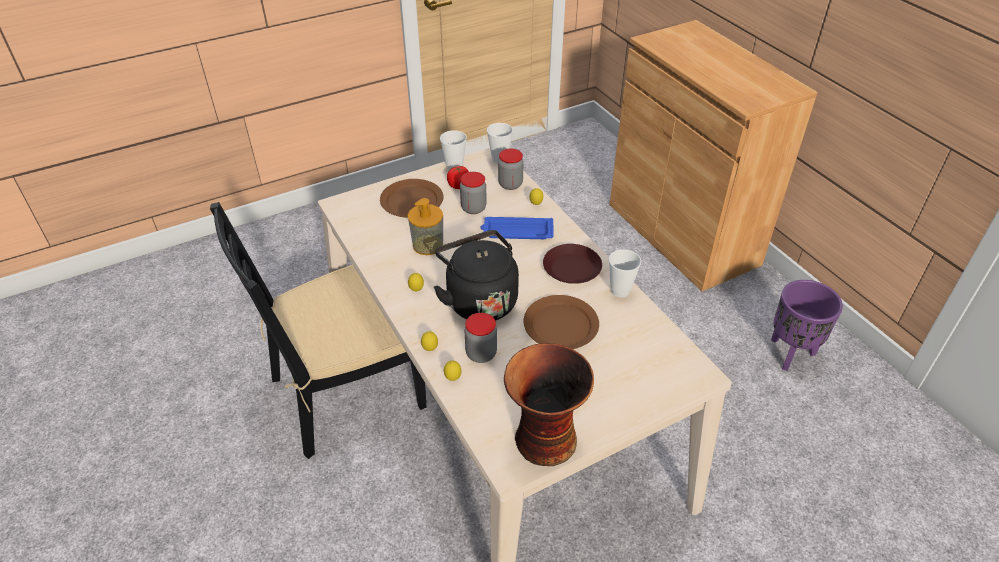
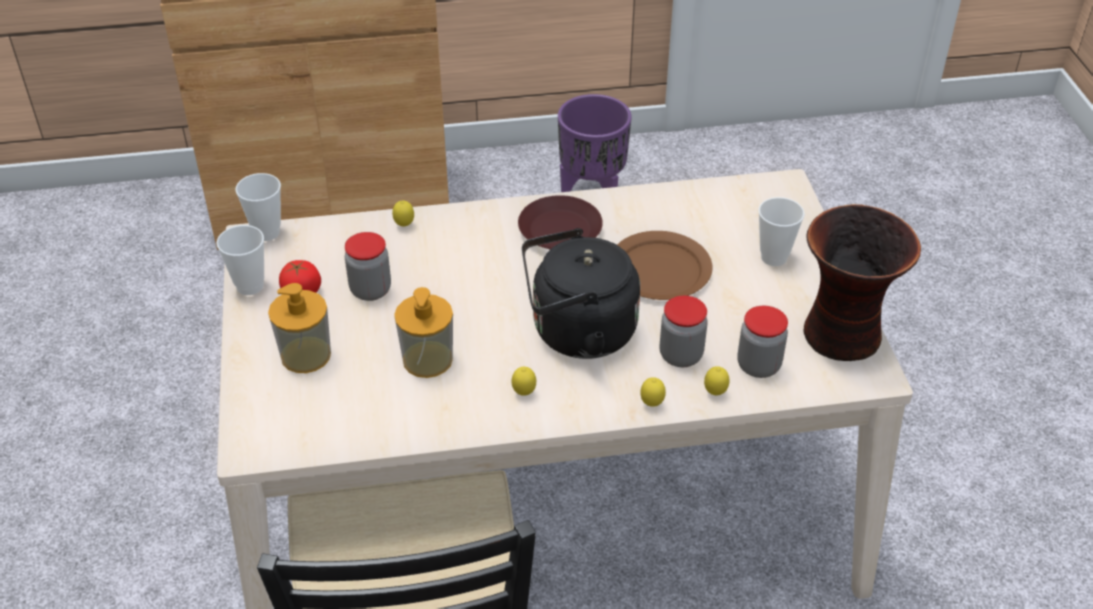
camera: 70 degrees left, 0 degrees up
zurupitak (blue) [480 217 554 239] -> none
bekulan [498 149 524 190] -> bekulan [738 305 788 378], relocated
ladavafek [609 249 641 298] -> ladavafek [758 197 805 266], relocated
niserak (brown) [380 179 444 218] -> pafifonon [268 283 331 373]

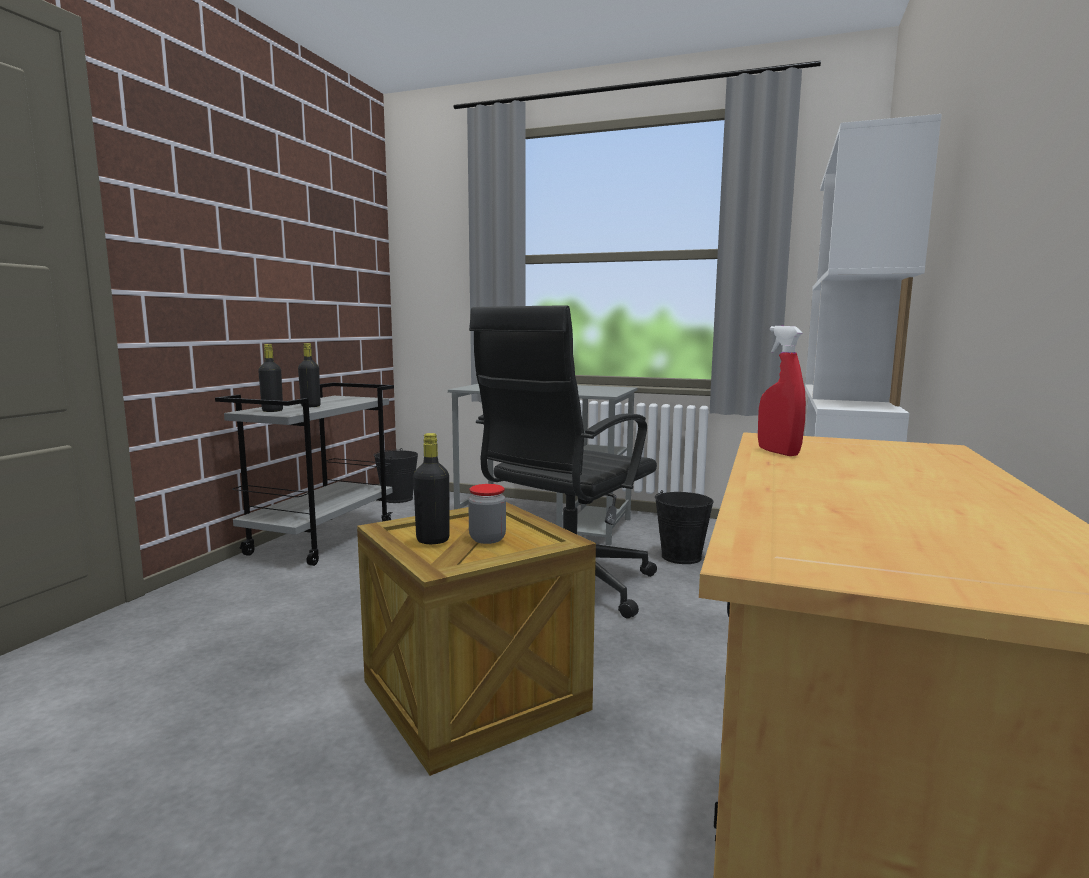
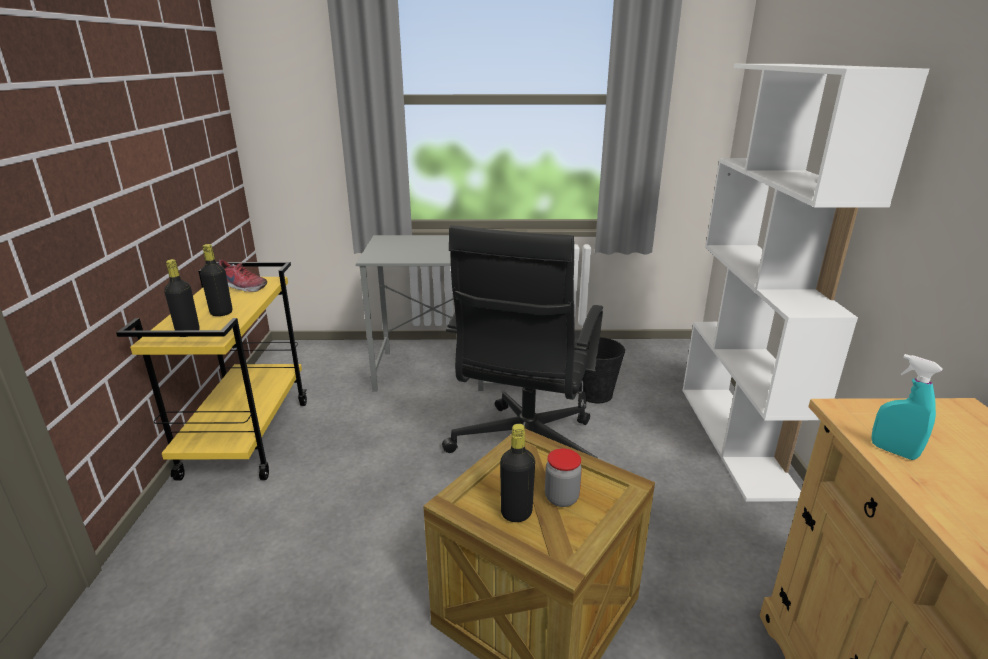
camera: 20 degrees left, 15 degrees up
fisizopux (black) [374 448 418 503] -> none
none -> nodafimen [218 259 267 292]
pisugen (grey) [215 383 394 566] -> pisugen (yellow) [116 262 307 481]
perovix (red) [758 326 806 456] -> perovix (turquoise) [871 354 943 460]

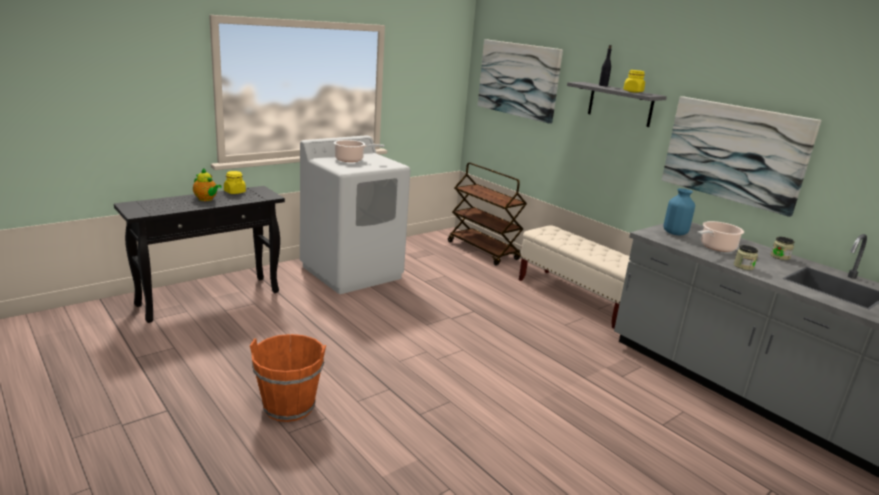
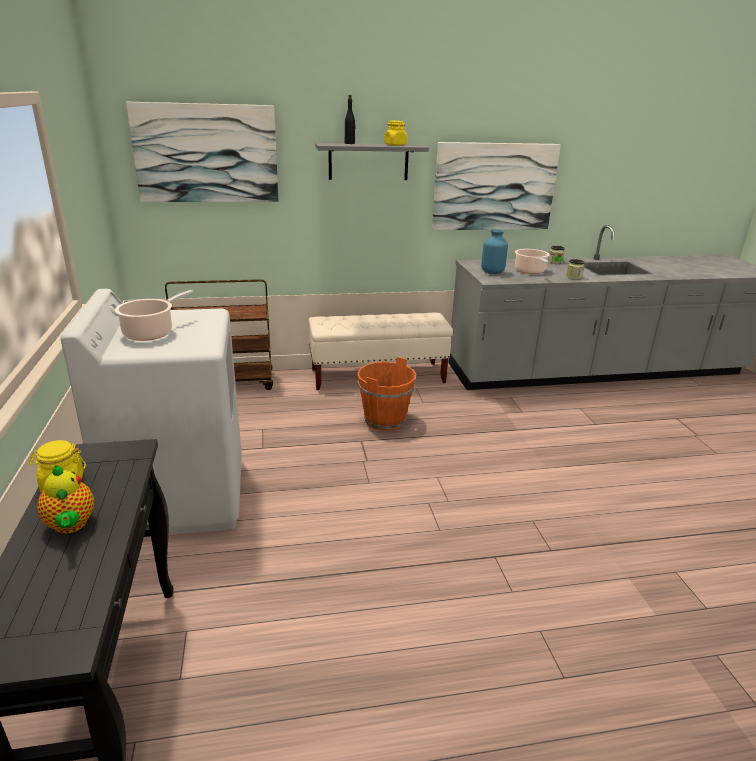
camera: 60 degrees left, 5 degrees up
fisizopux (orange) [250 334 326 422] -> fisizopux (orange) [357 357 416 431], relocated
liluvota [193 168 222 201] -> liluvota [37 465 94 534], 90 degrees clockwise

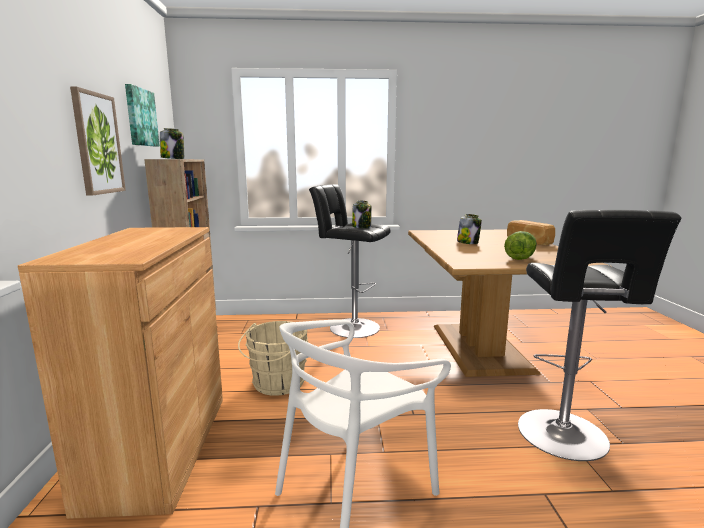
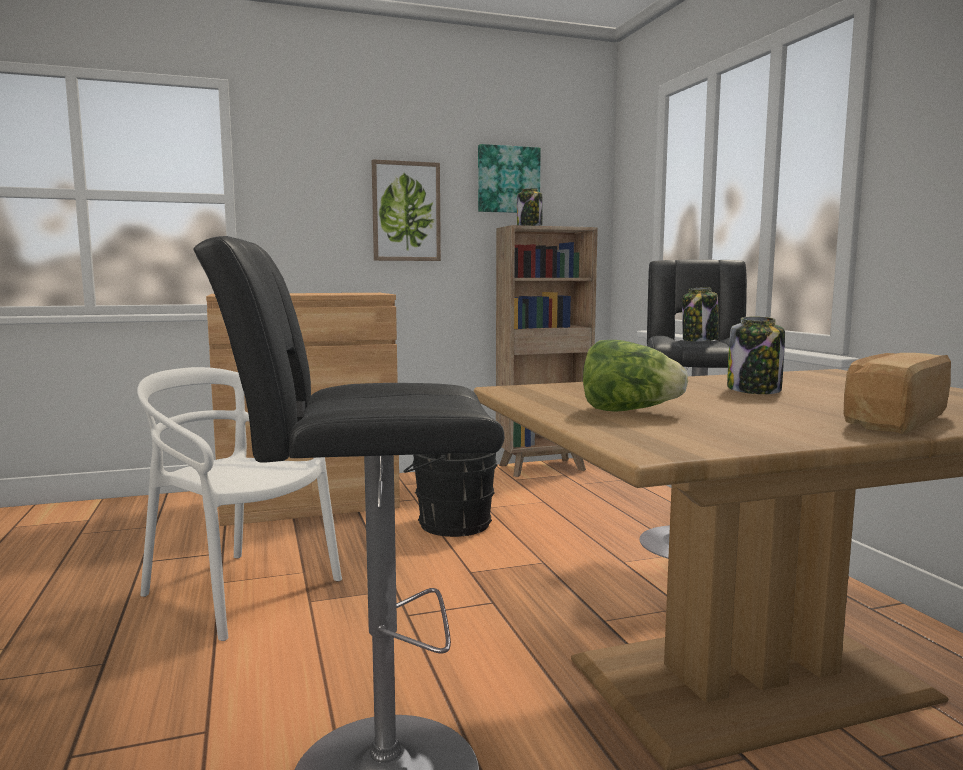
camera: 75 degrees right, 5 degrees down
fisizopux (beige) [238 321 308 396] -> fisizopux (black) [404 453 497 537]

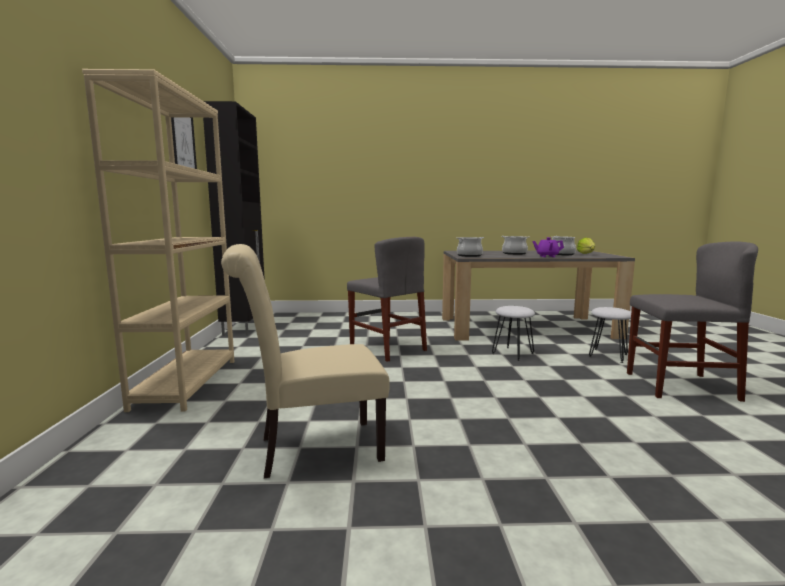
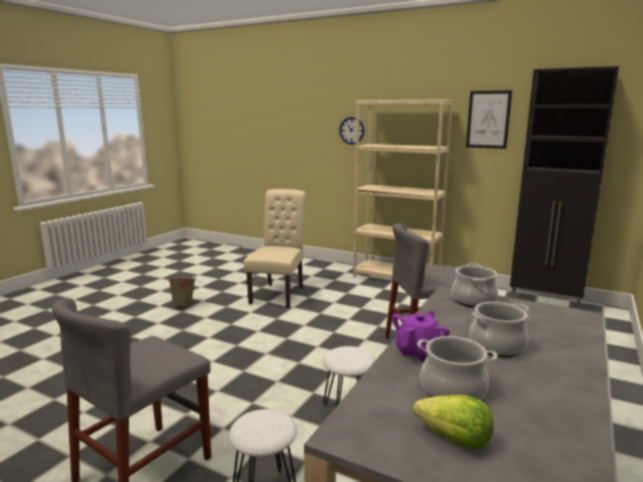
camera: 120 degrees right, 5 degrees up
none -> fisizopux (green) [168 278 196 305]
none -> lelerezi [339 117 364 145]

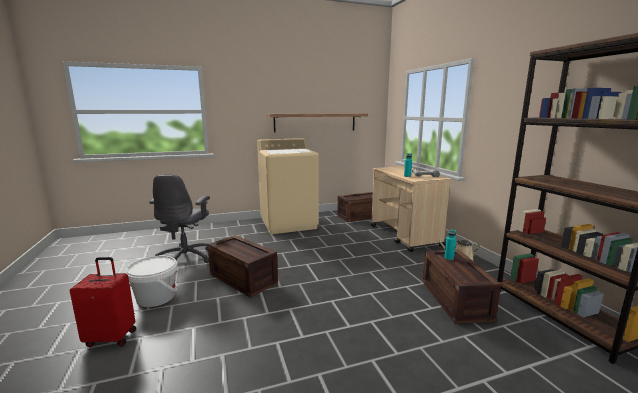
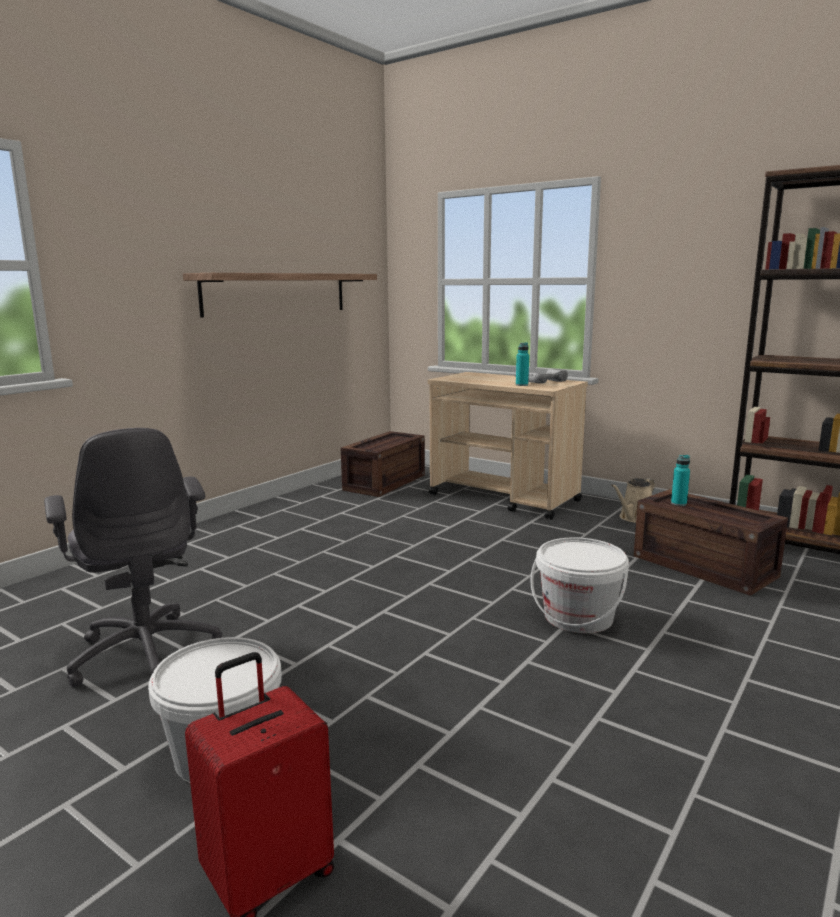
camera: 35 degrees left, 0 degrees up
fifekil [208 235 278 298] -> none
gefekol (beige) [257 138 319 234] -> none
none -> fisizopux (white) [530 537 629 633]

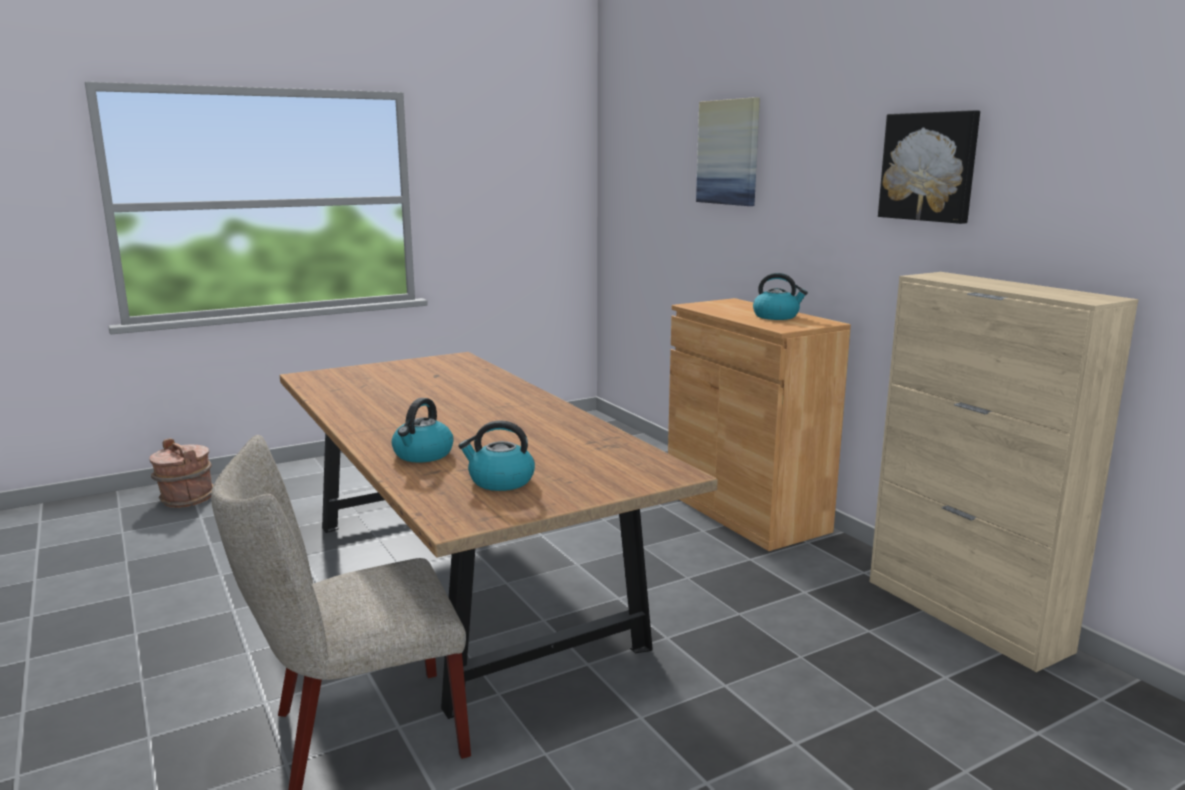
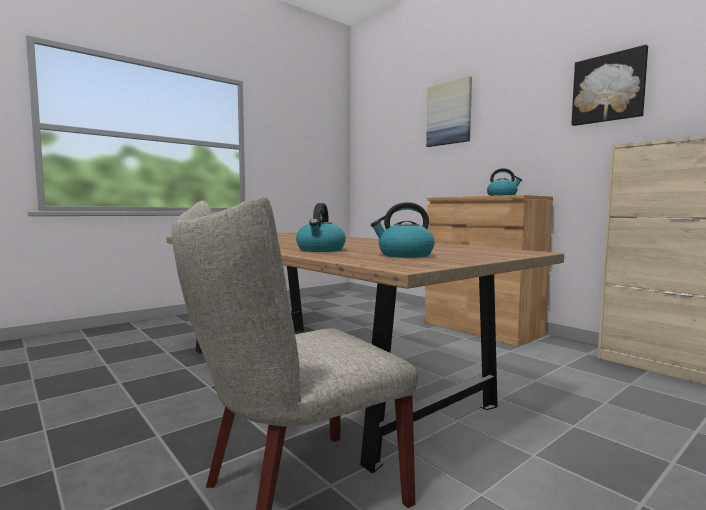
camera: 10 degrees left, 10 degrees down
fisizopux (brown) [149 438 213 508] -> none

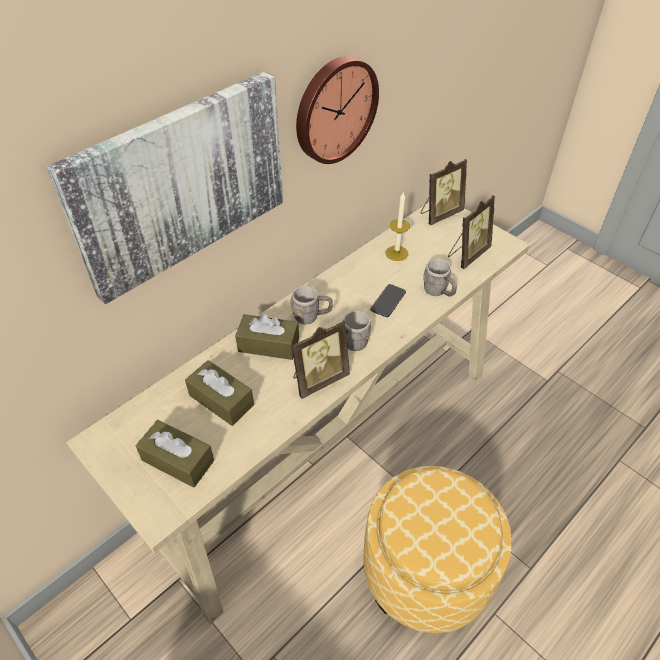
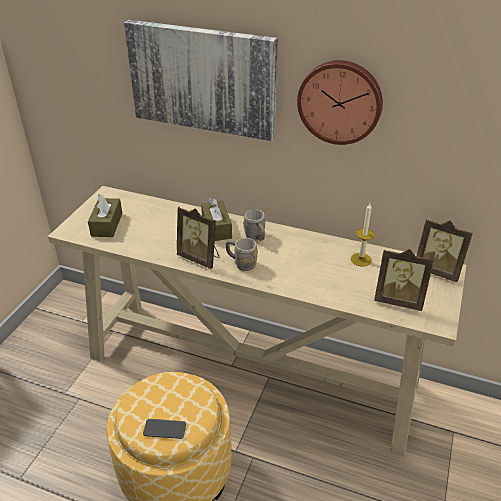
camera: 65 degrees right, 10 degrees down
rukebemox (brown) [185 360 254 426] -> none
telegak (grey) [423 258 457 297] -> none
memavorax [370 284 406 317] -> memavorax [143 419 186 439], relocated

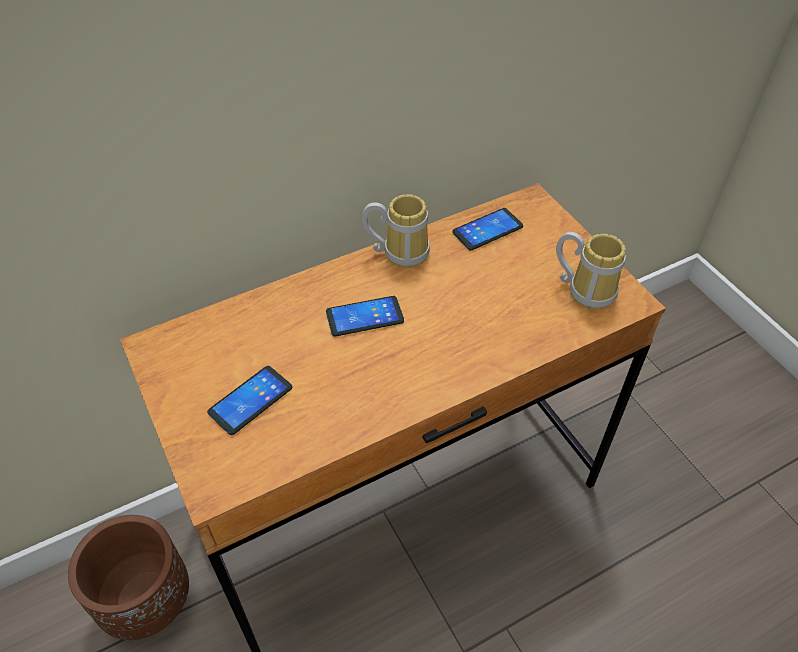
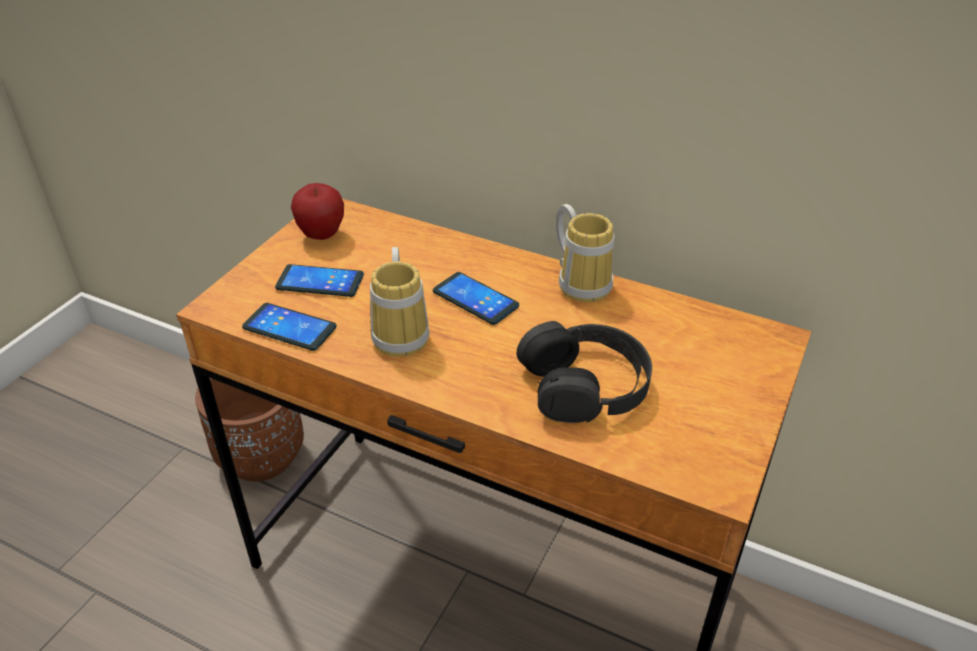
camera: 55 degrees right, 10 degrees down
none -> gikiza [291 183 344 240]
none -> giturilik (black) [517 321 652 423]
memavorax [452 208 523 251] -> memavorax [242 303 337 351], relocated
telegak [556 232 626 310] -> telegak [370 247 430 357], relocated

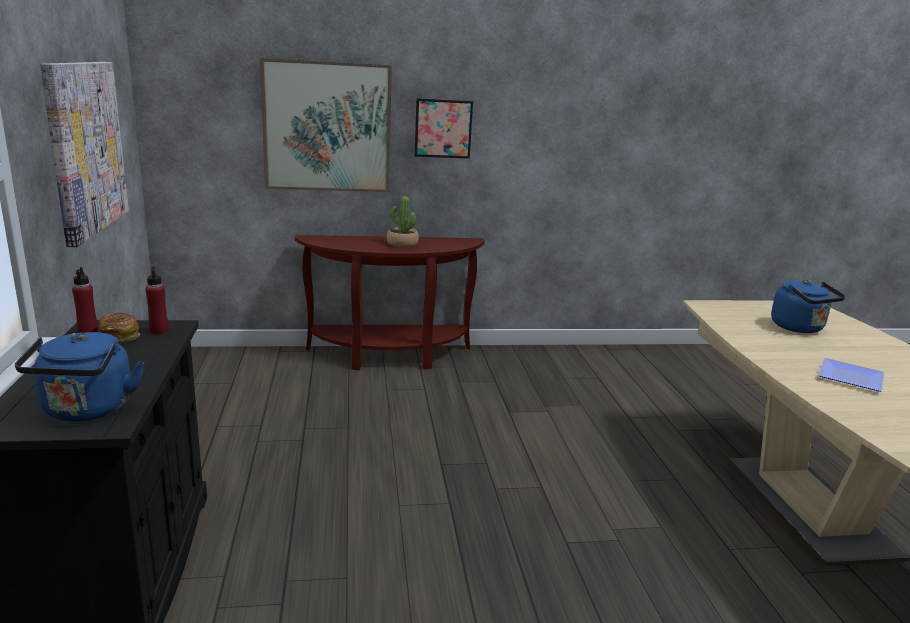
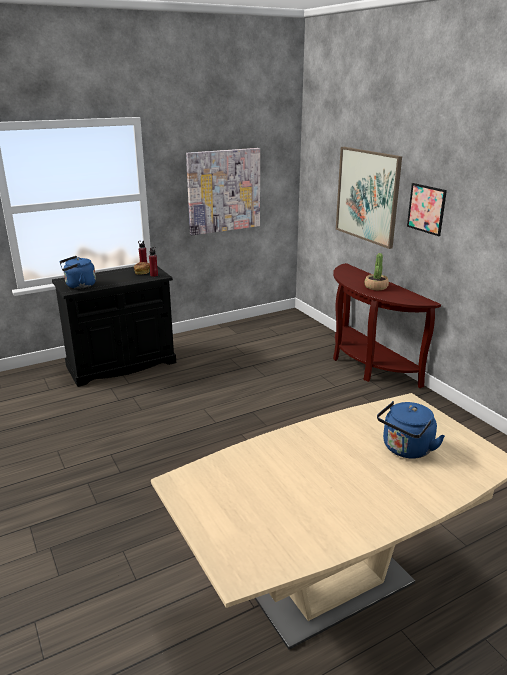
camera: 70 degrees right, 5 degrees up
niserak [818 358 884 392] -> none

